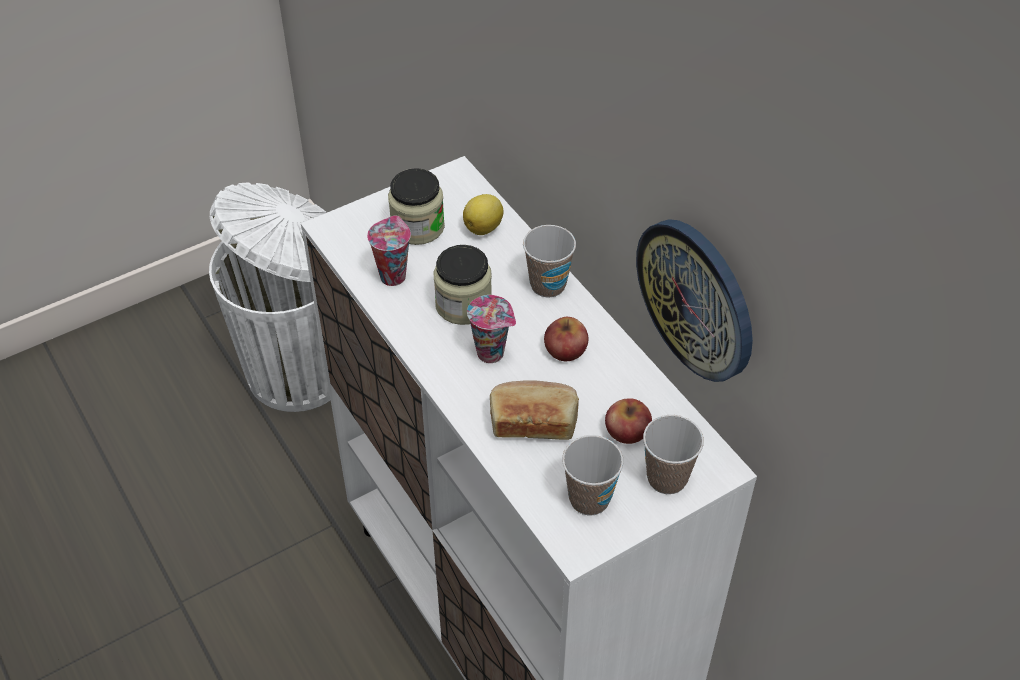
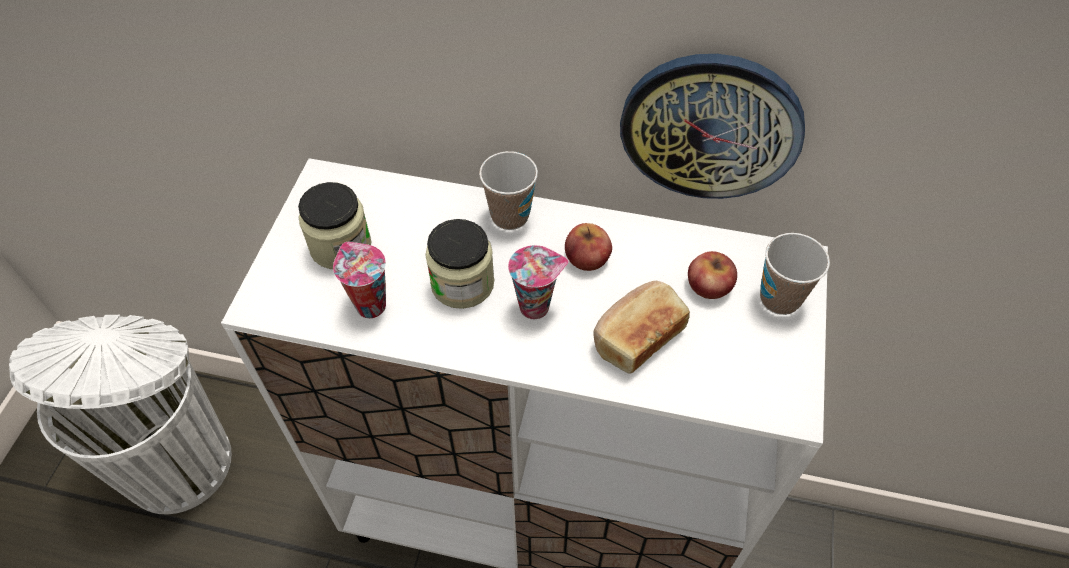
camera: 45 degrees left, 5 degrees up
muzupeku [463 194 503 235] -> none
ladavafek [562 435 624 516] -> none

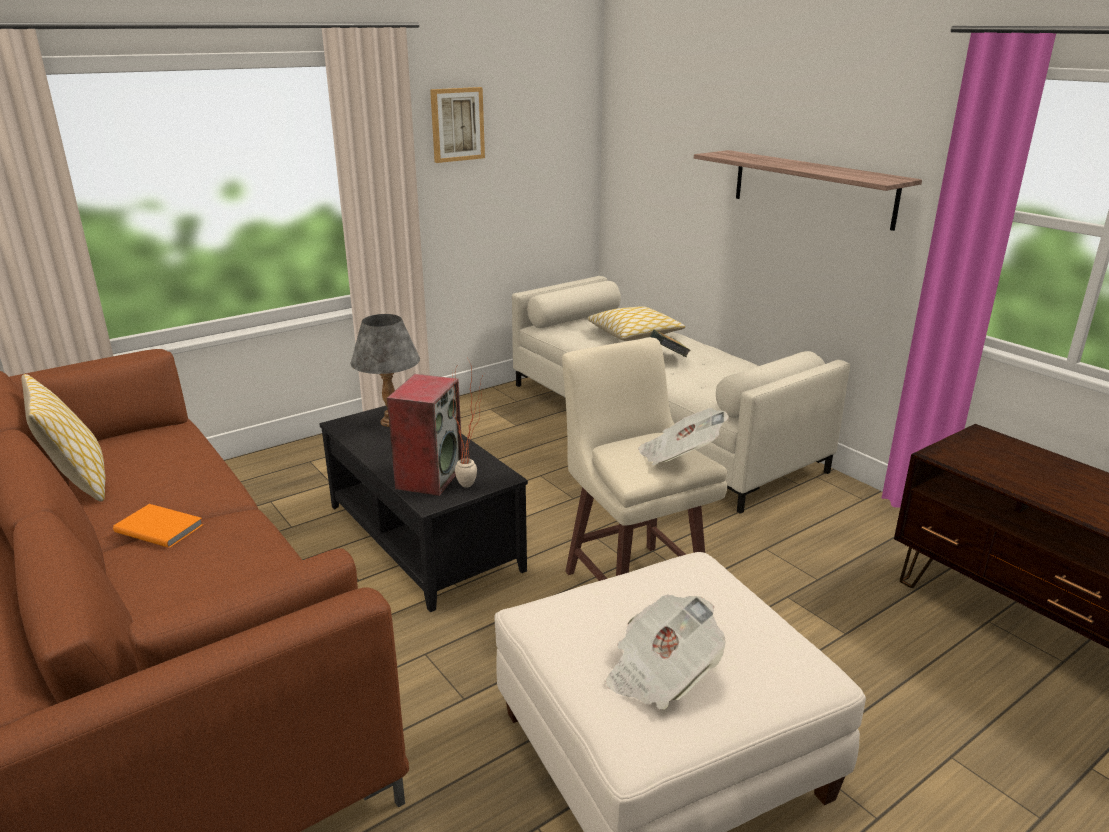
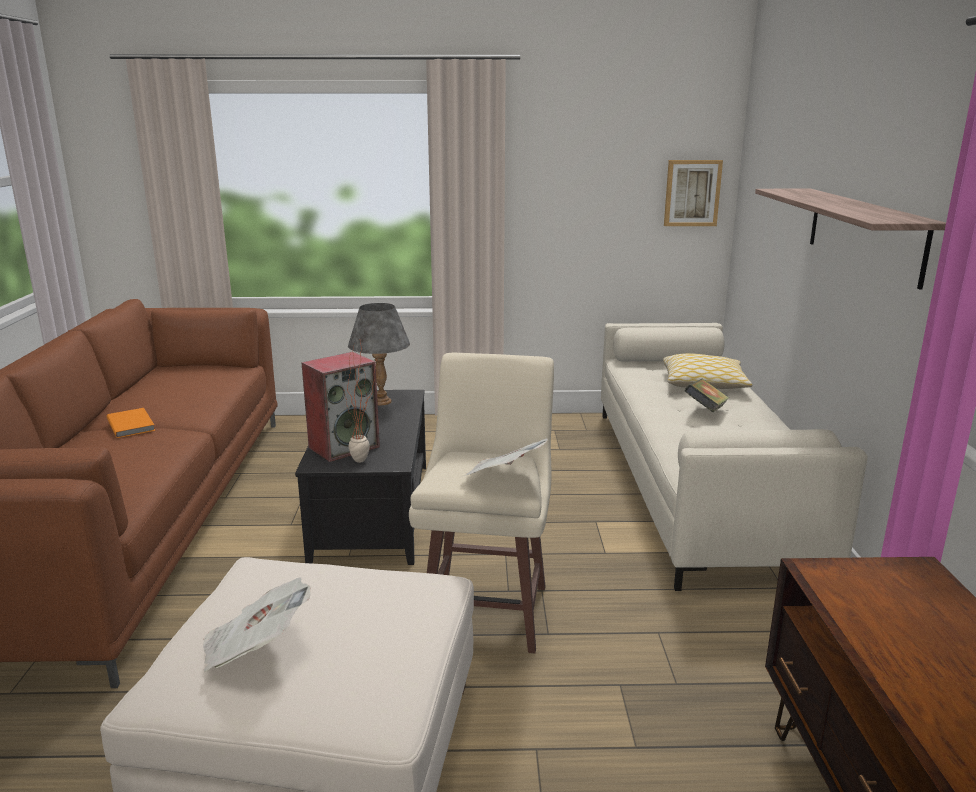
camera: 35 degrees right, 5 degrees down
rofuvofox [21 374 105 501] -> none
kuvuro [430 87 485 163] -> kuvuro [664 160 723 226], relocated

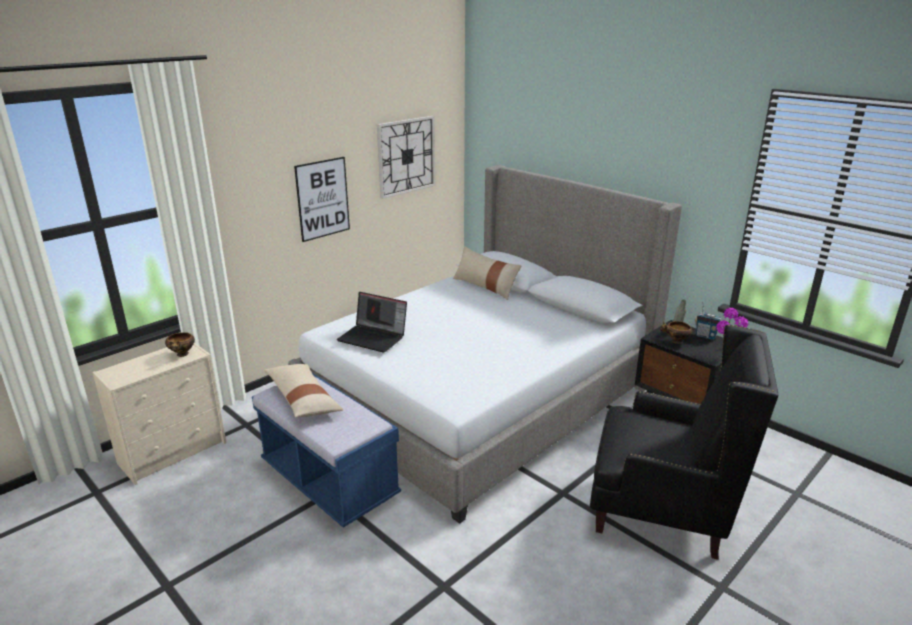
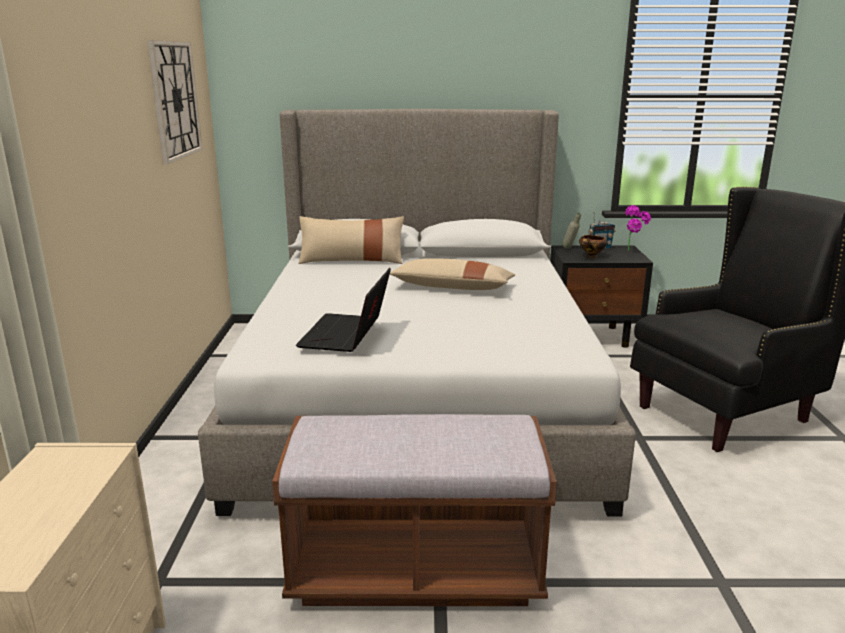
camera: 45 degrees left, 5 degrees down
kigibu [165 332 195 357] -> none
kuvuro [294 157 350 242] -> none
rofuvofox (beige) [264 364 343 417] -> rofuvofox (beige) [390 258 515 290], relocated
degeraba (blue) [252 373 401 528] -> degeraba (brown) [272 414 557 606]
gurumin [337 292 407 353] -> gurumin [296 268 391 352], 120 degrees clockwise

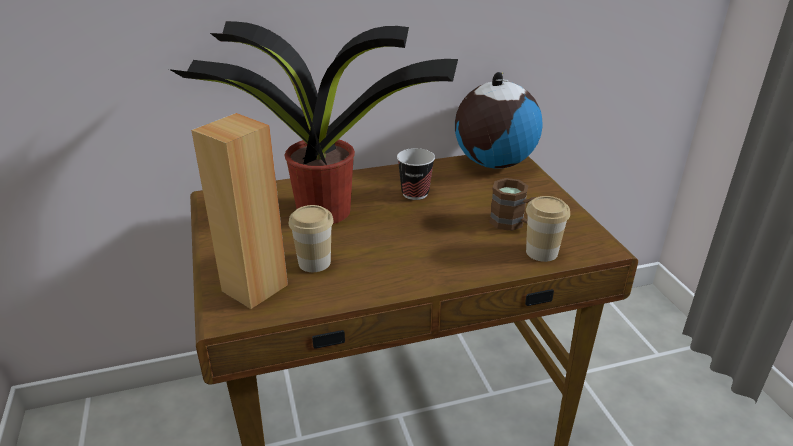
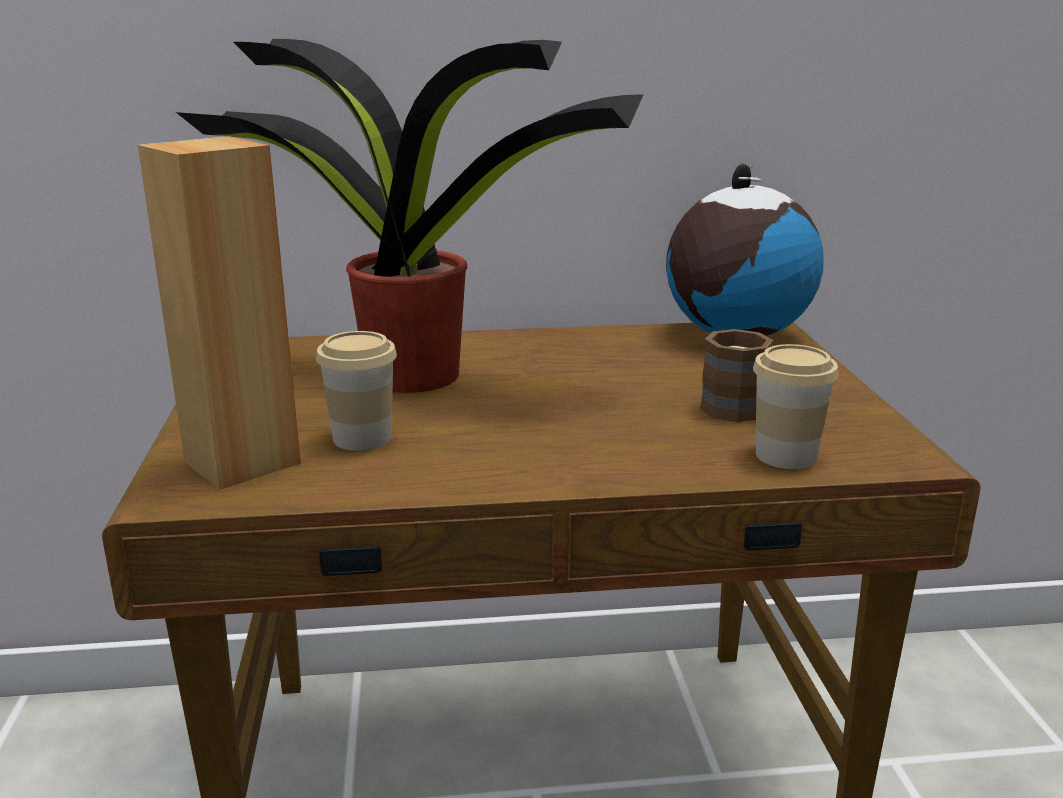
camera: 10 degrees right, 10 degrees down
ladavafek [397 148 435 200] -> none

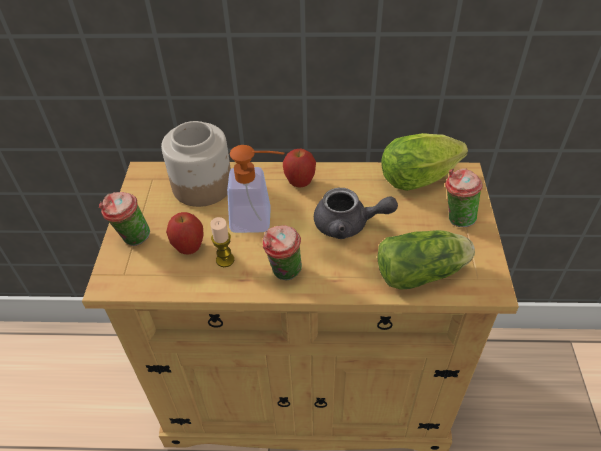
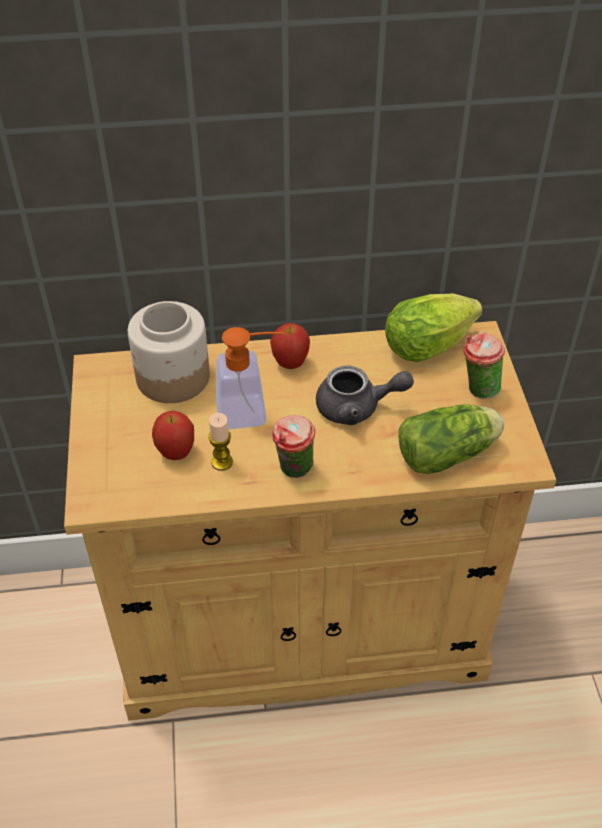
camera: 10 degrees left, 0 degrees up
ladavafek [99 192 150 246] -> none

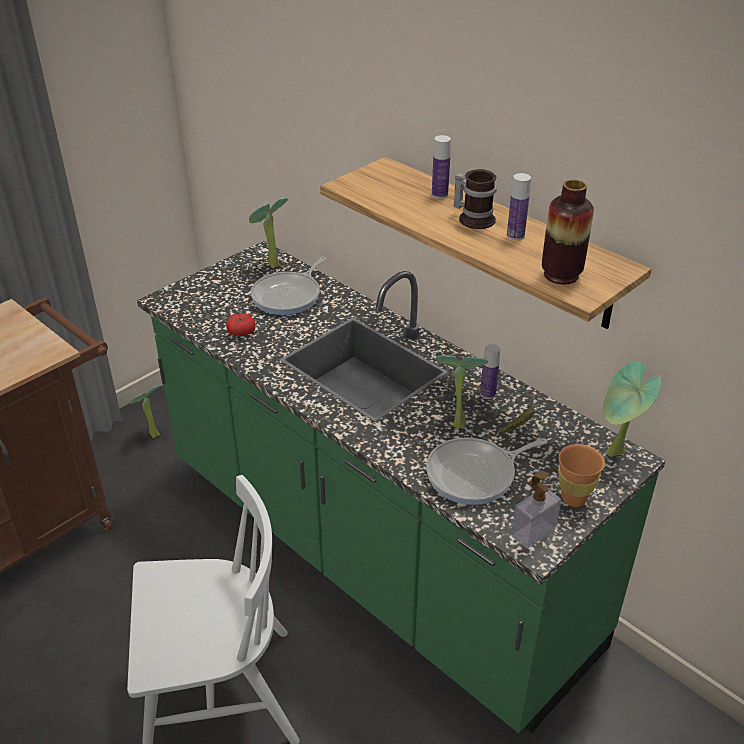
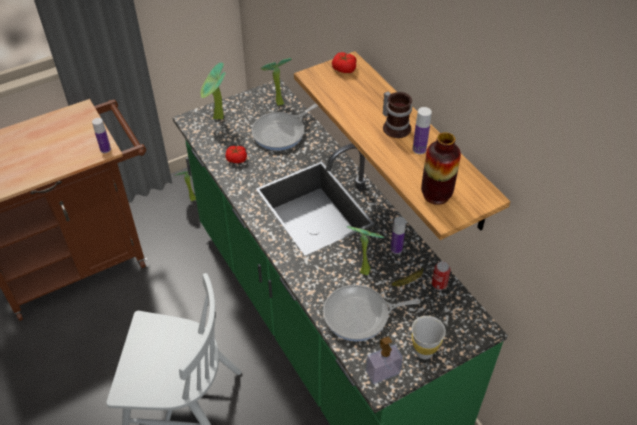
camera: 15 degrees right, 10 degrees up
none -> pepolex [332 52 357 73]
none -> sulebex [432 261 451 290]
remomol [432 135 451 199] -> remomol [92 118 111 153], relocated
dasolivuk [603 361 661 456] -> dasolivuk [200 62 226 119], relocated
ladavafek (orange) [558 444 605 507] -> ladavafek (white) [412 316 446 359]

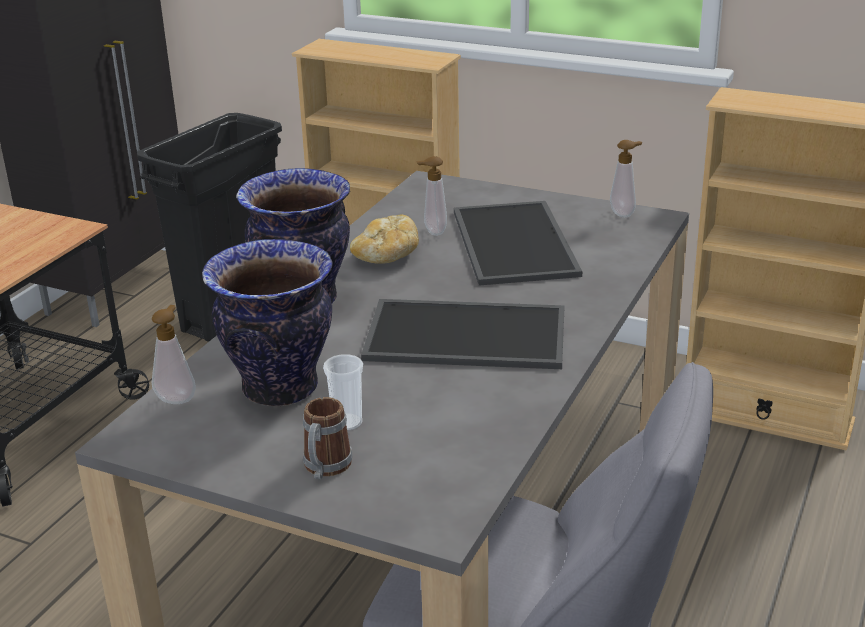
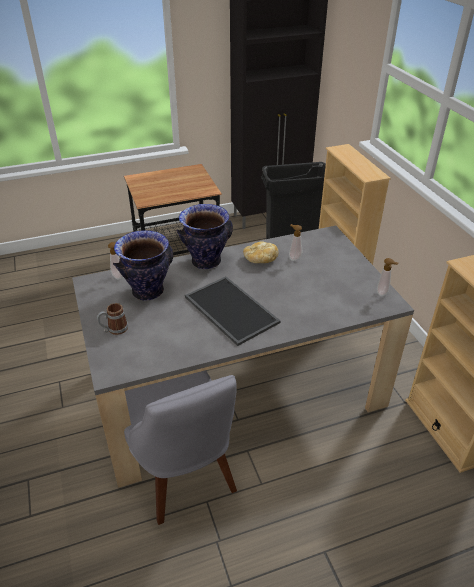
camera: 45 degrees right, 10 degrees up
ladavafek [323 354 363 431] -> none
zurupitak [454 201 582 285] -> none

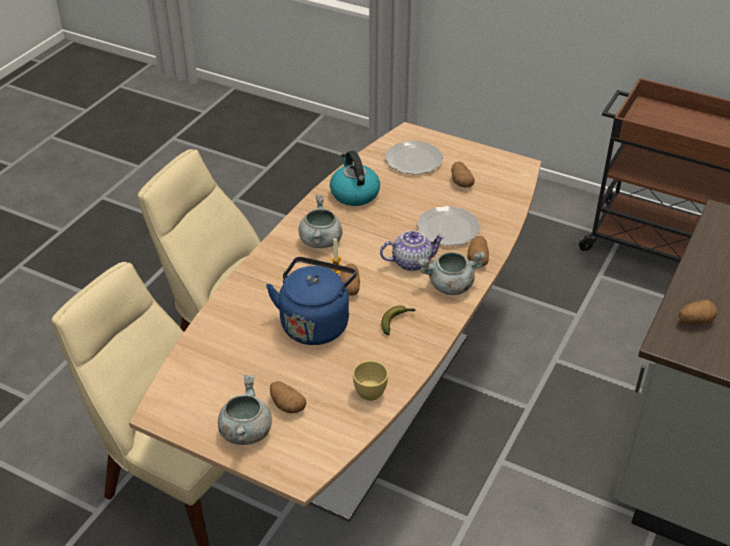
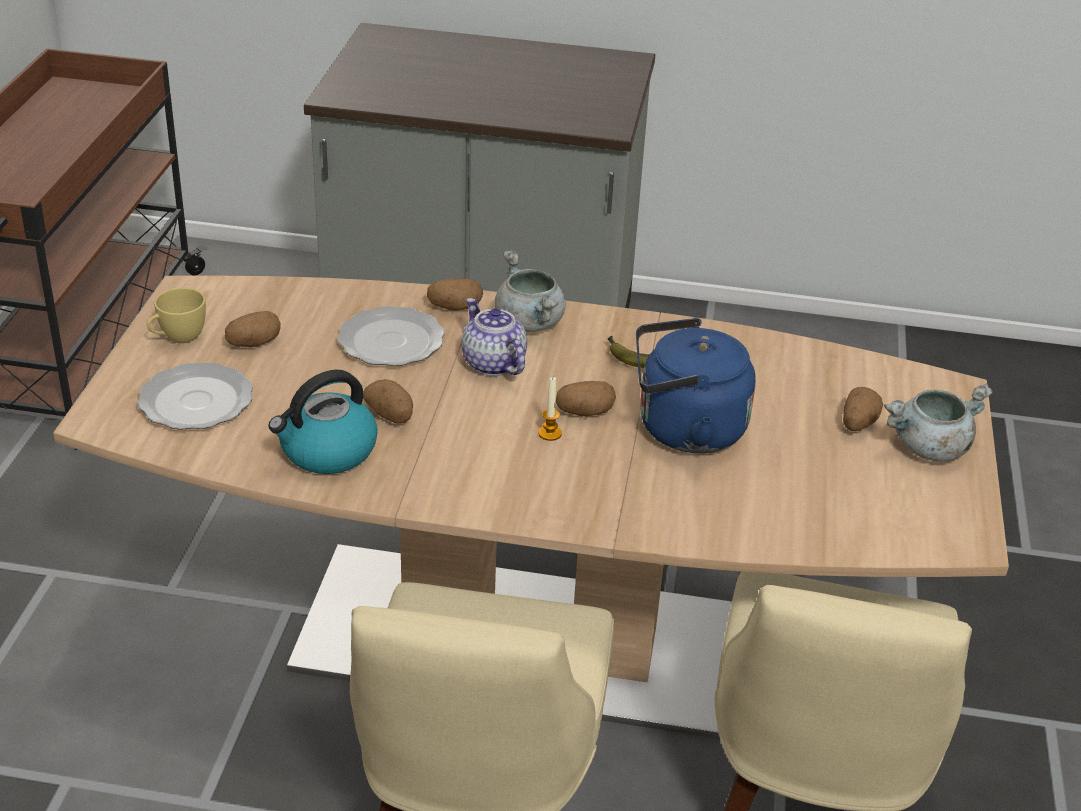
camera: 110 degrees left, 5 degrees down
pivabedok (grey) [299 194 343 248] -> none
ladavafek (yellow) [353 361 388 401] -> ladavafek (yellow) [147 288 206 343], relocated
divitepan [679 300 717 325] -> divitepan [363 379 413 423], relocated

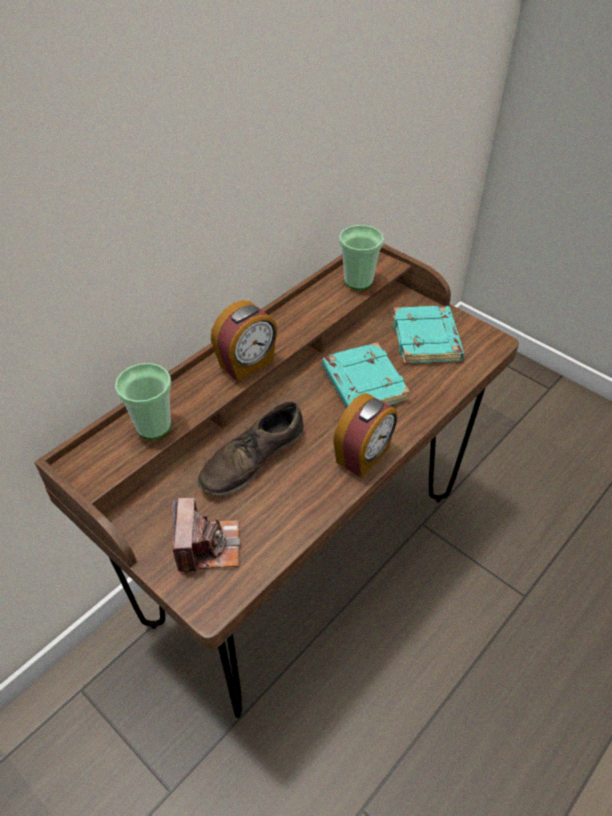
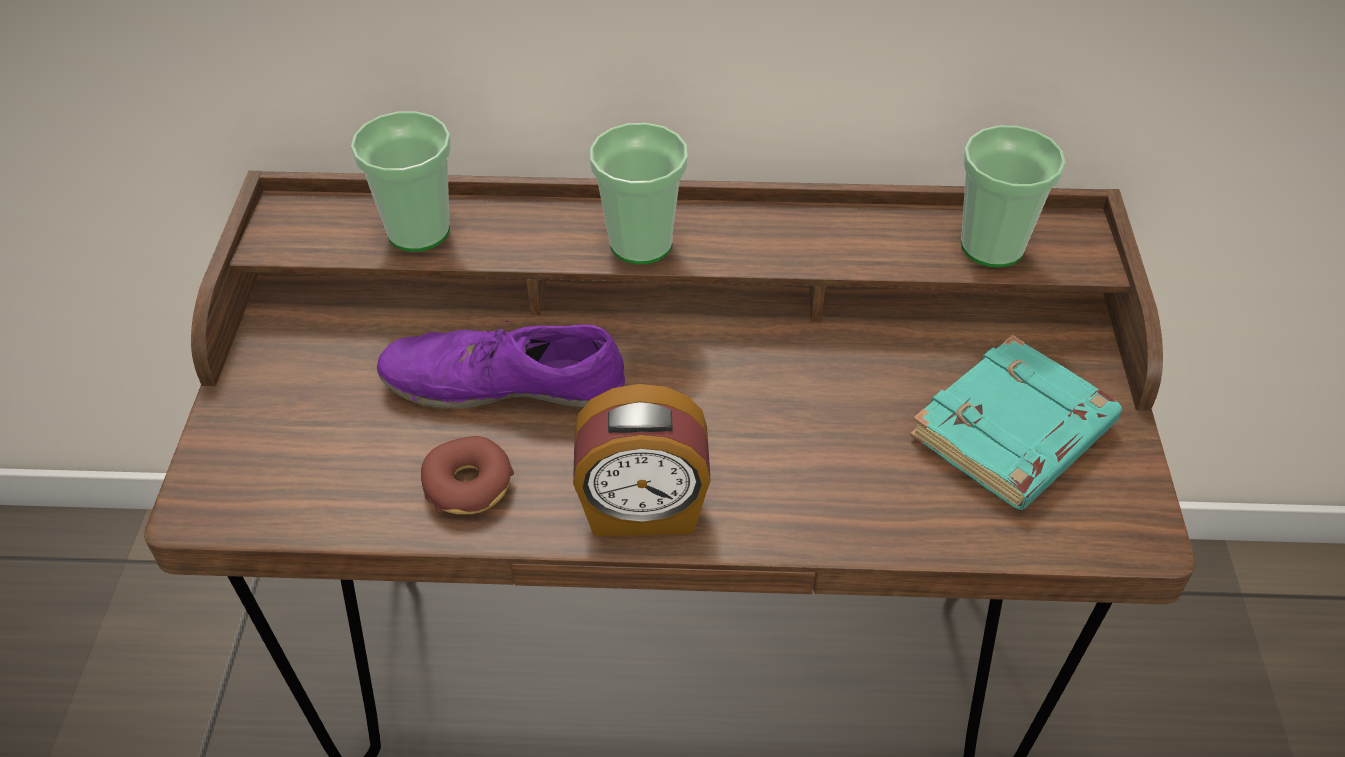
camera: 50 degrees right, 0 degrees up
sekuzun [172 498 240 575] -> none
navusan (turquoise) [322 342 410 408] -> none
none -> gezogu [421 436 514 515]
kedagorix [211 300 278 382] -> ladavafek [590 123 688 264]
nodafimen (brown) [198 402 304 496] -> nodafimen (purple) [377 321 625 409]

